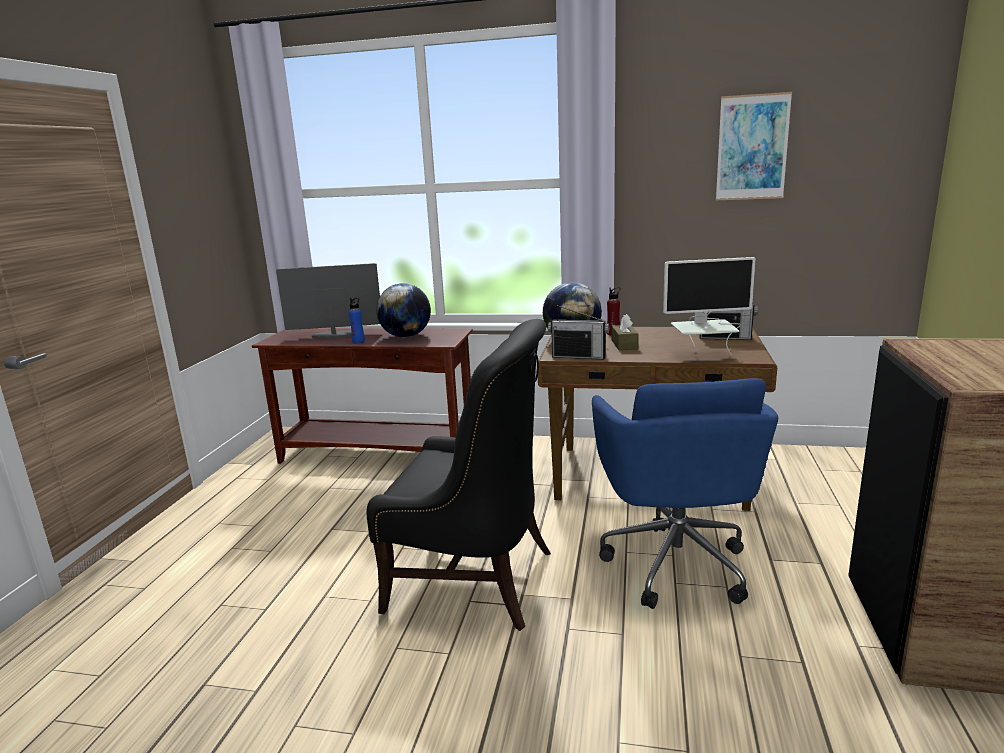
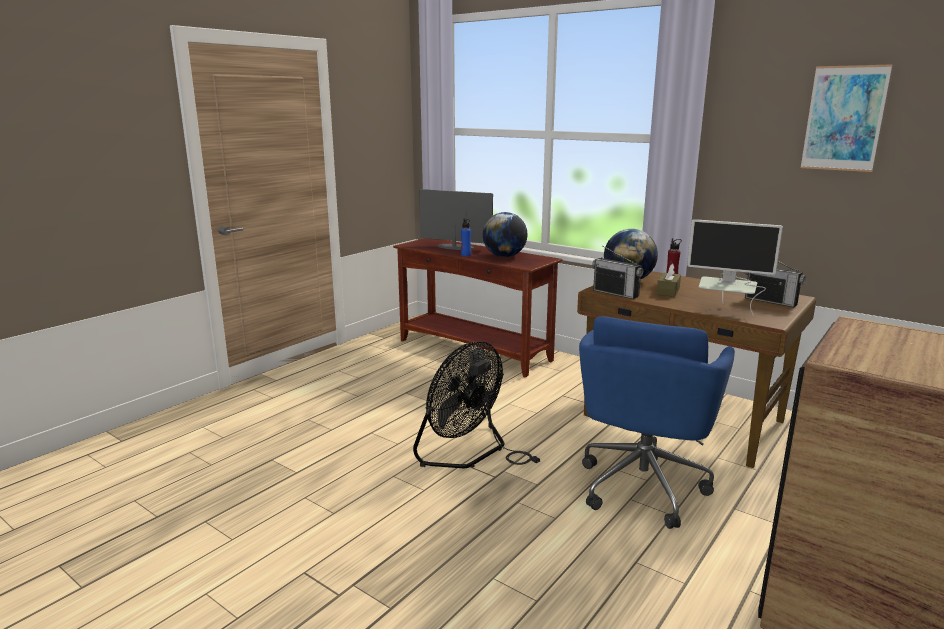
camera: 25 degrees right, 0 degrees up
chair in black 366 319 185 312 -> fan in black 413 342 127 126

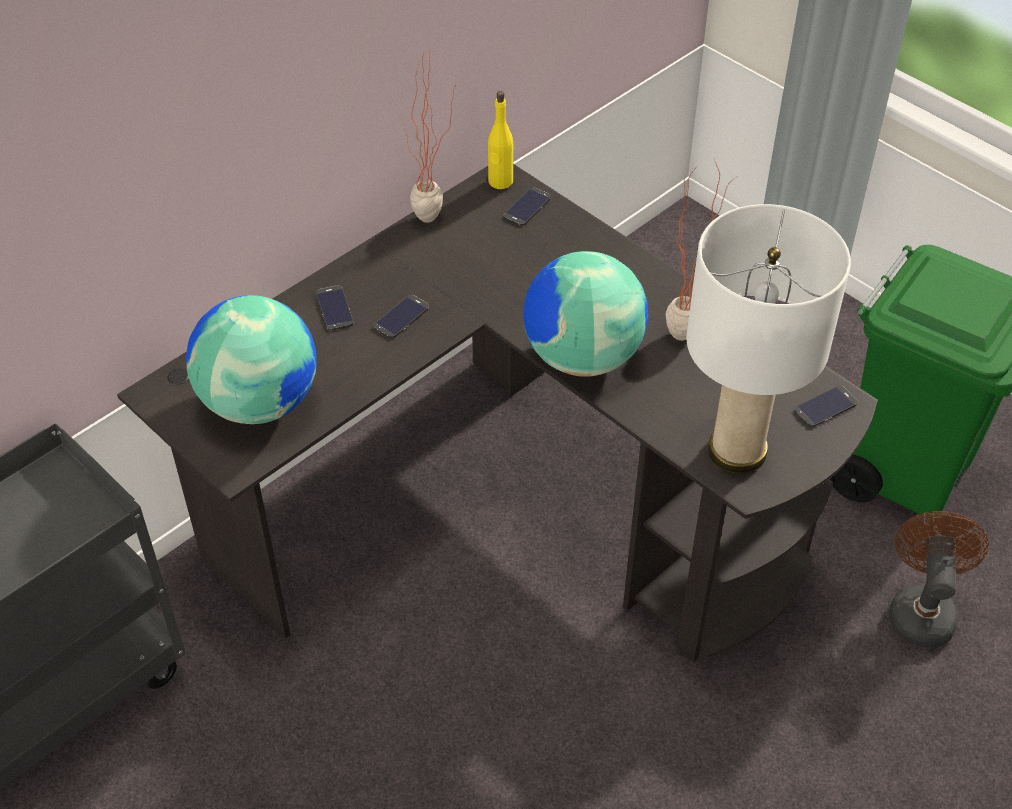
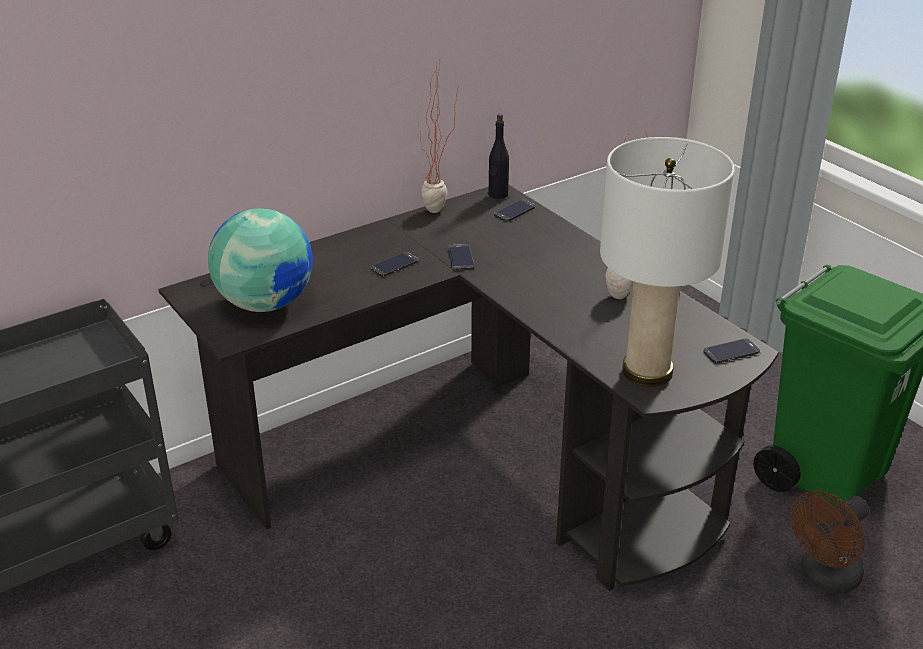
camera: 10 degrees right, 15 degrees down
globe 523 251 125 126 -> none
phone 316 285 38 46 -> phone 448 244 27 26, shifted
bottle in yellow 488 91 25 98 -> bottle in black 489 114 20 85
fan in brown 889 511 100 136 -> fan in brown 790 490 79 104, 150 degrees counterclockwise

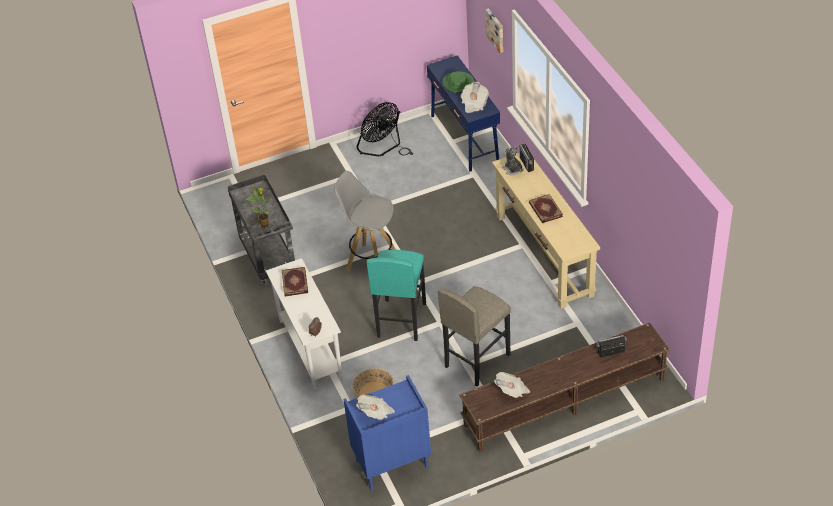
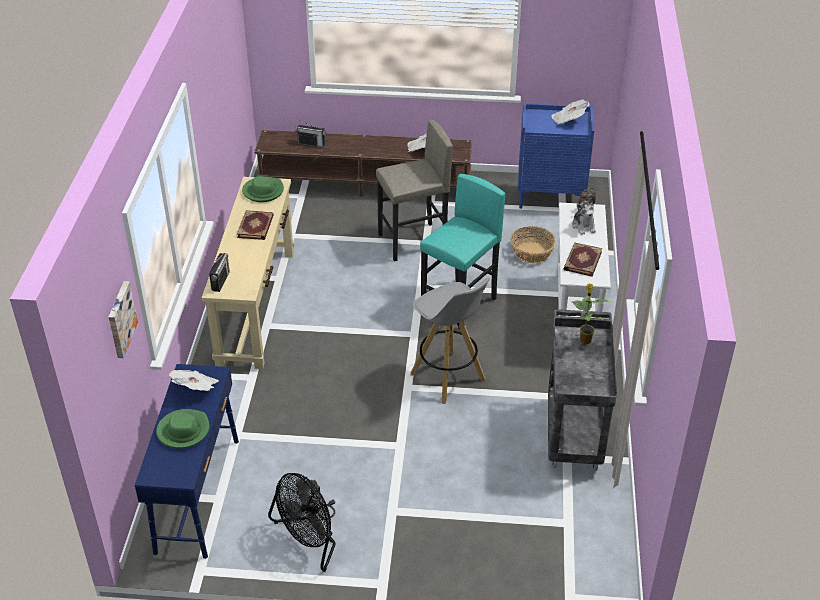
camera: 155 degrees left, 5 degrees down
none -> hat in green 242 176 42 26
plush toy 501 146 23 30 -> plush toy 572 198 24 37, shifted
fan in black 357 102 56 54 -> fan in black 268 473 68 99, 60 degrees clockwise

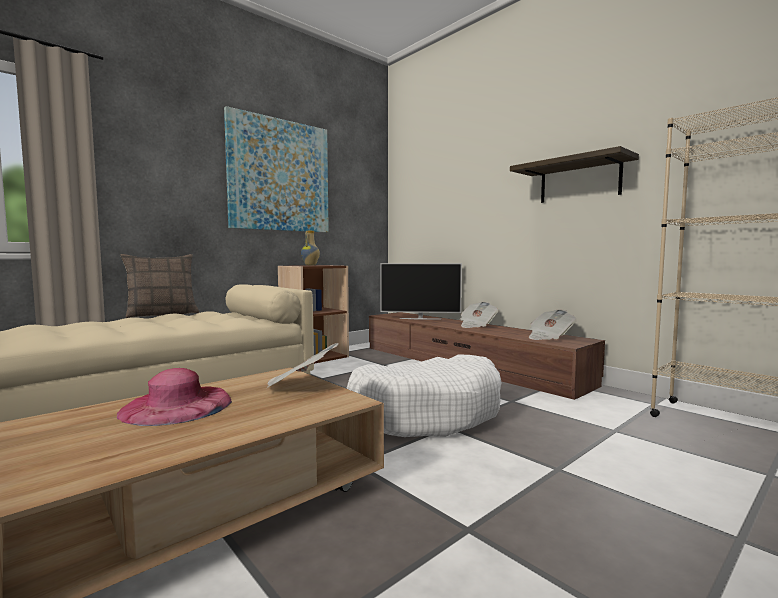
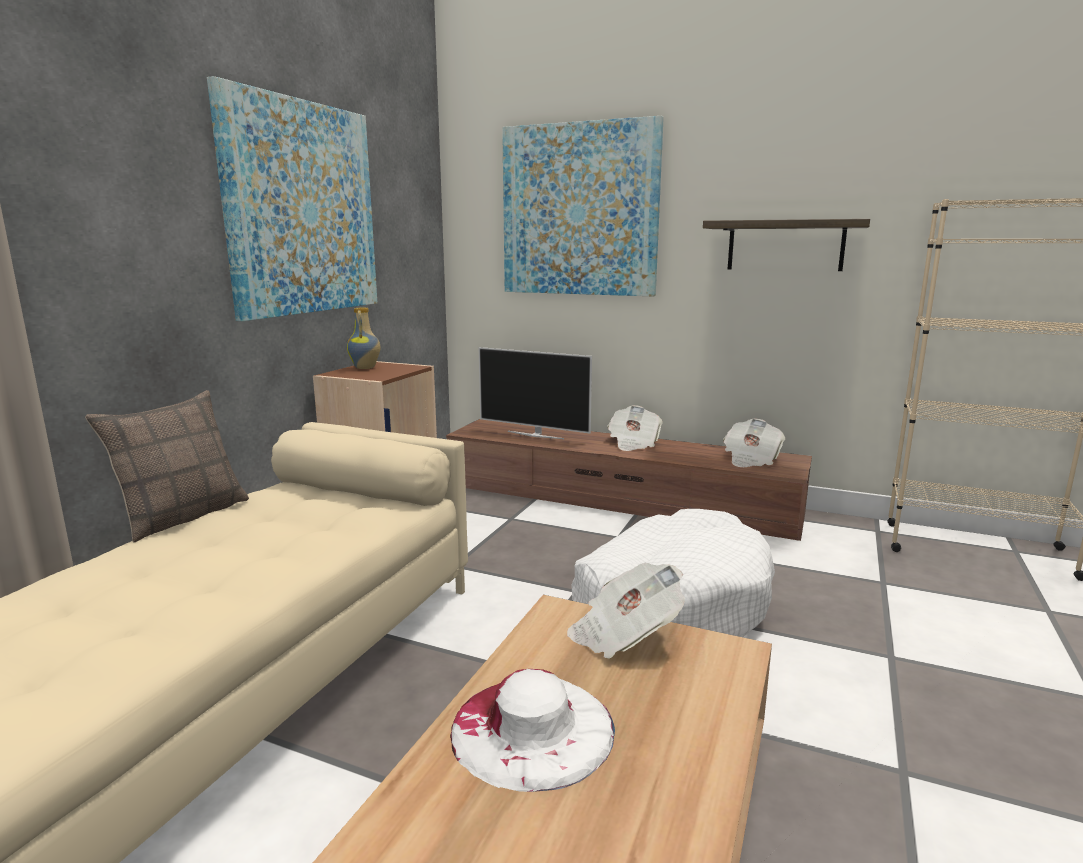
camera: 25 degrees left, 10 degrees up
none -> picture 502 116 162 180
hat in pink 117 368 115 58 -> hat in white 450 669 165 123
television 380 263 82 57 -> television 479 347 113 92, 45 degrees clockwise

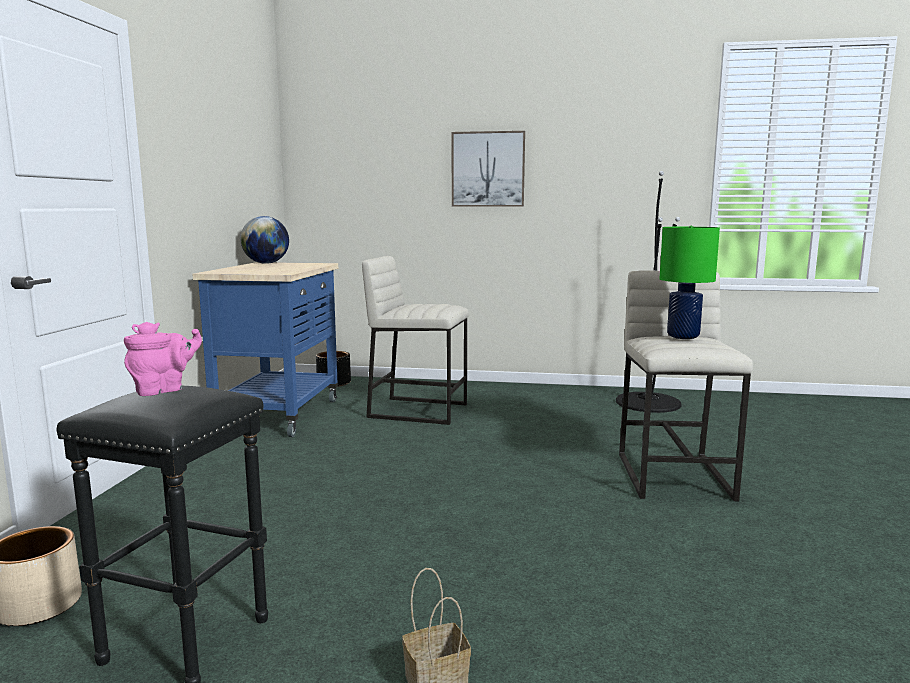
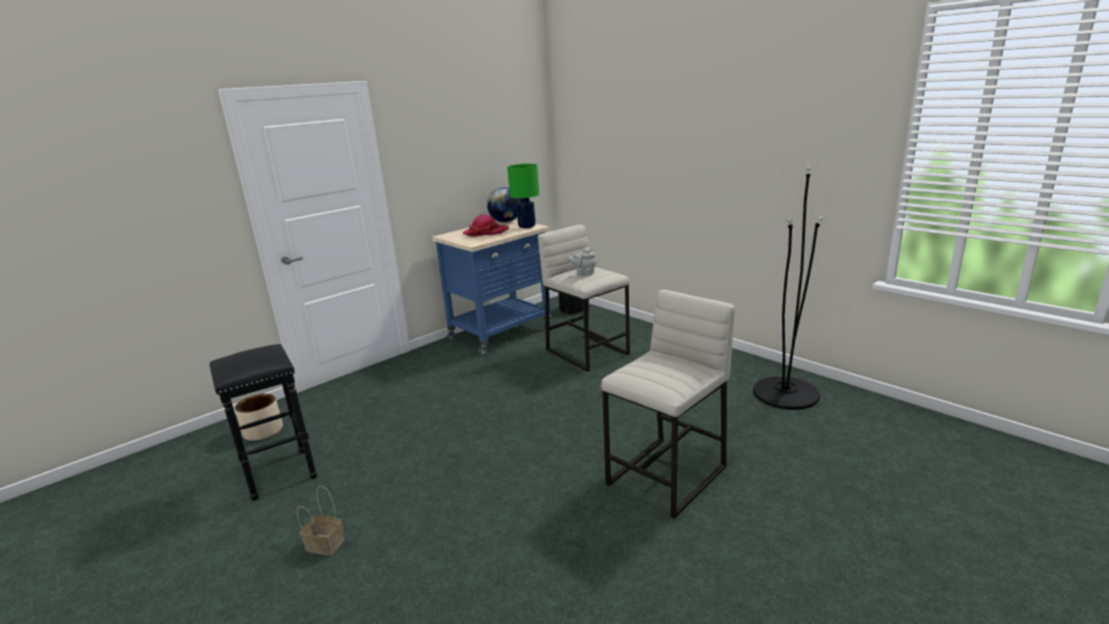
camera: 40 degrees right, 10 degrees up
teapot in pink 124 322 78 74 -> none
picture 452 131 73 76 -> none
none -> hat 463 214 46 23
none -> teapot in grey 568 248 29 28
table lamp in green 660 226 60 113 -> table lamp in green 507 164 32 64, shifted

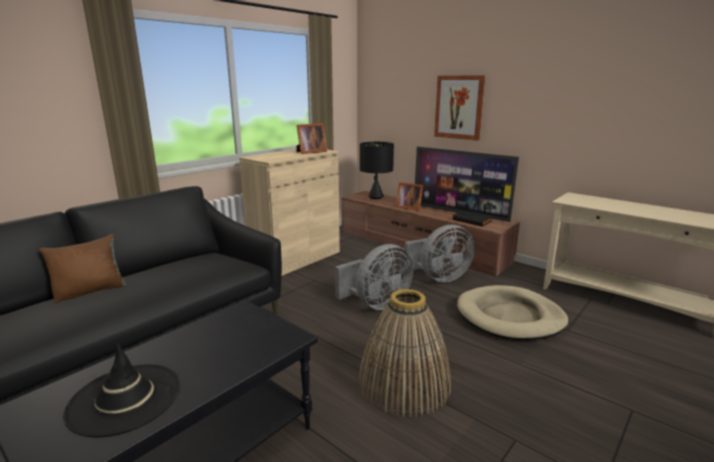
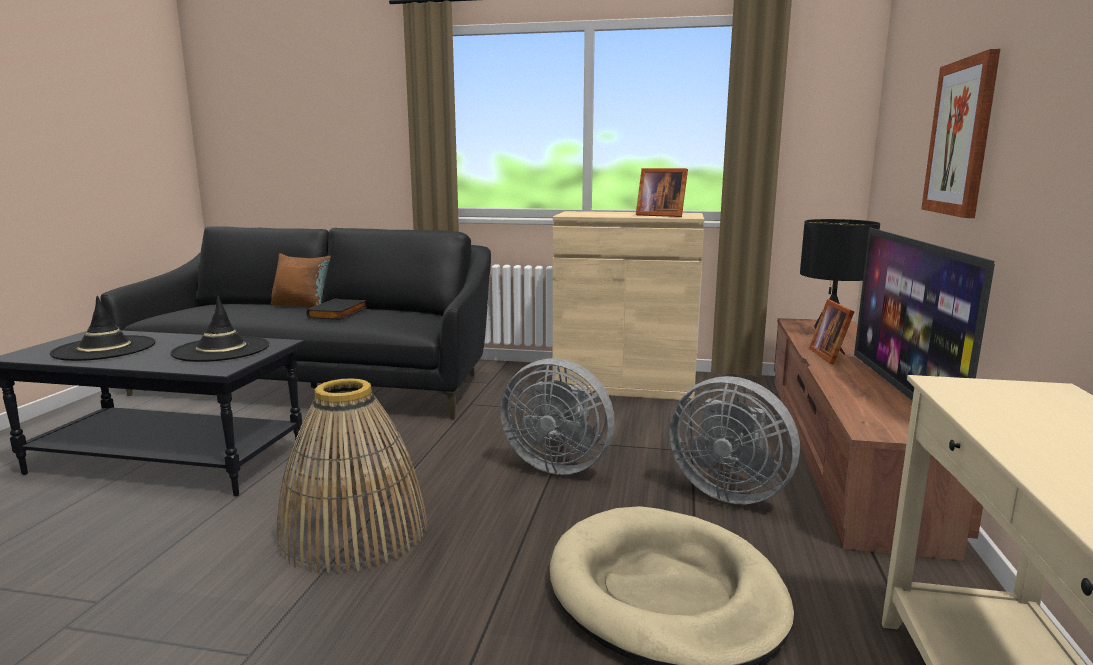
camera: 60 degrees right, 5 degrees down
none -> hat in black 170 296 100 66
book in black 453 211 39 16 -> book in black 307 298 61 22, shifted

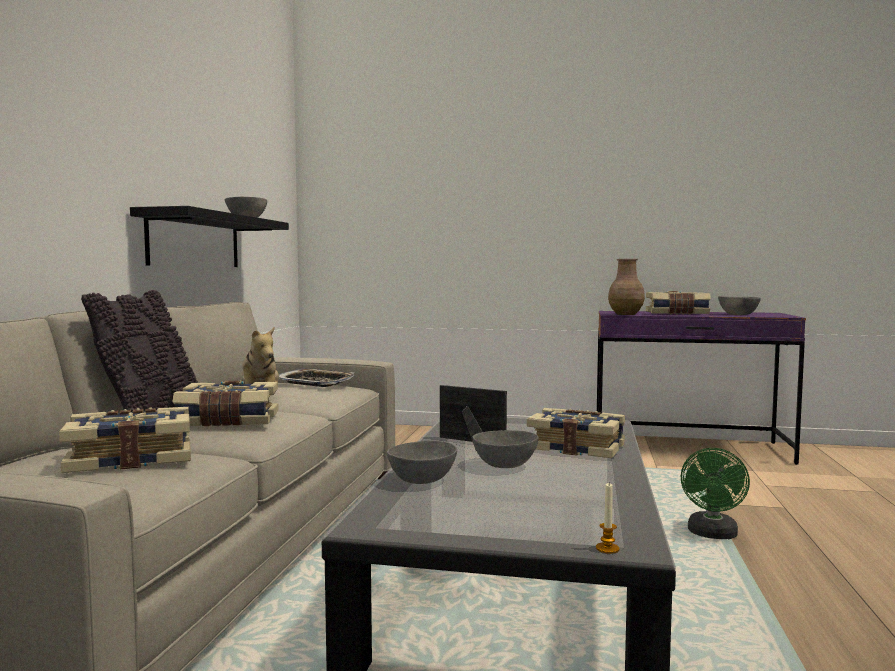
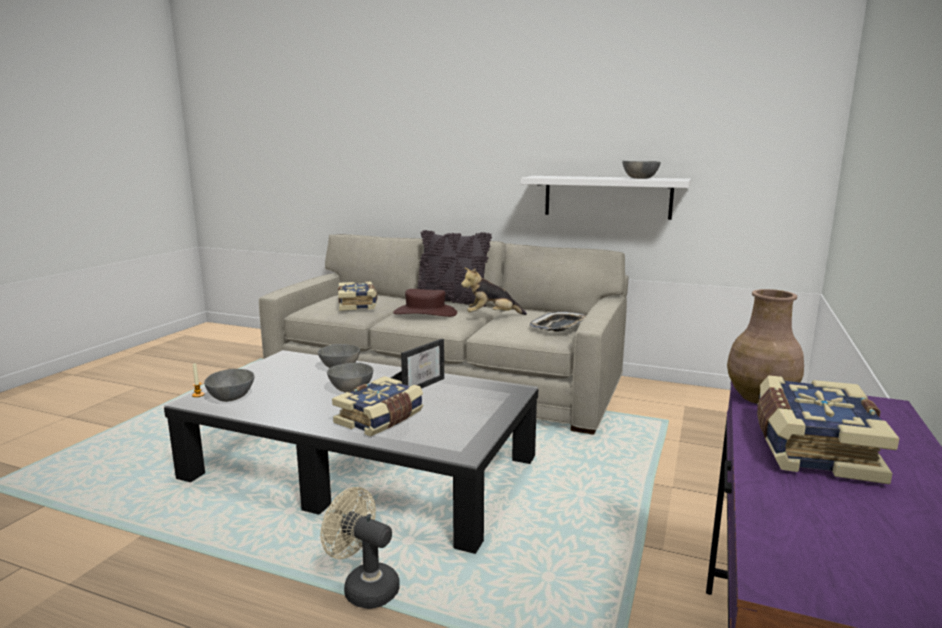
camera: 100 degrees right, 10 degrees up
bowl in grey 718 296 43 19 -> bowl in grey 204 369 51 33, shifted
book 172 381 106 46 -> hat in brown 393 289 64 28
shelf in black 130 206 159 61 -> shelf in white 520 176 171 44
fan in green 681 448 69 91 -> fan in beige 321 487 79 122

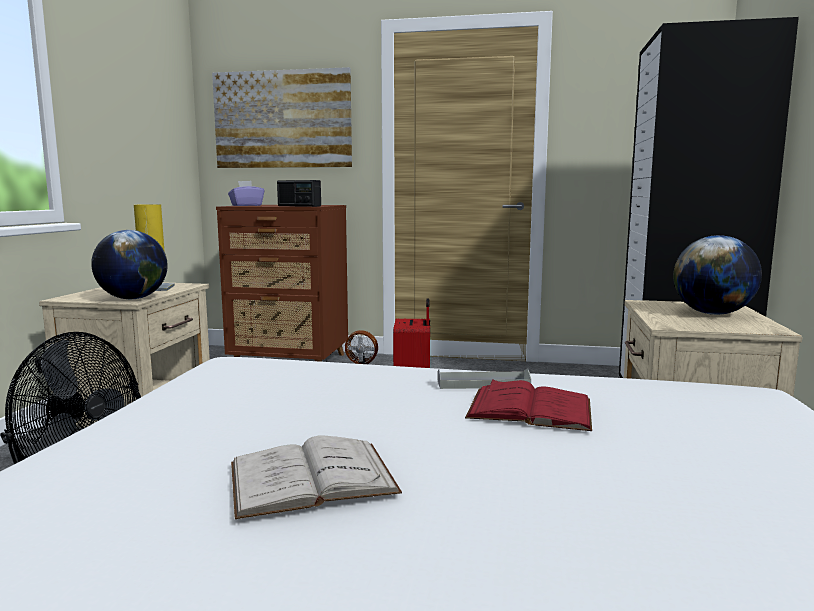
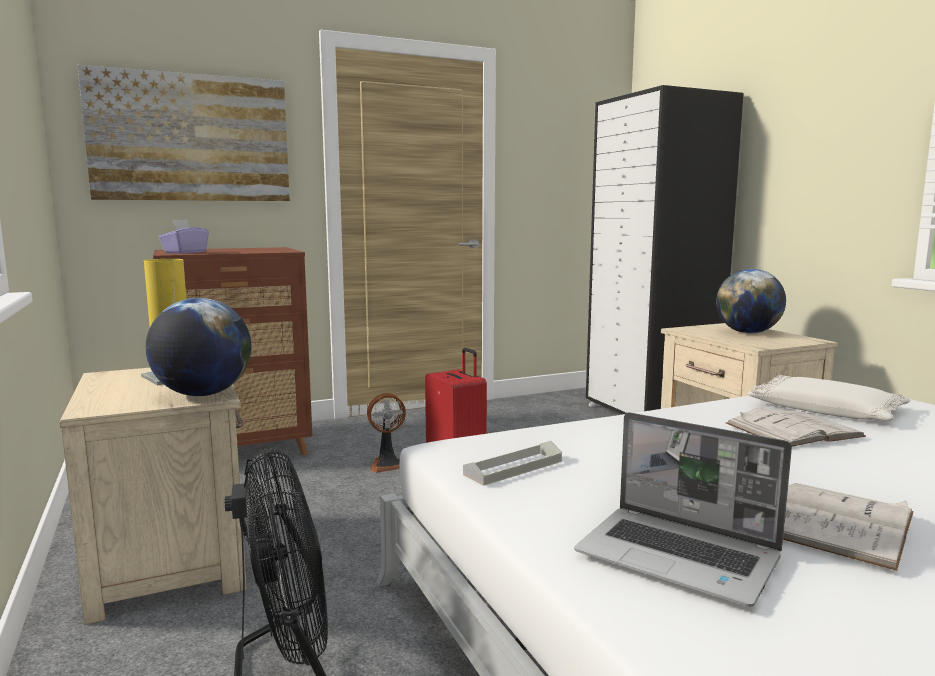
camera: 35 degrees left, 0 degrees up
radio 277 180 44 27 -> none
none -> laptop 575 412 217 195
none -> pillow in white 748 375 163 46
tray in grey 438 368 93 21 -> tray in grey 463 441 99 45, shifted
book in red 465 379 127 52 -> book in white 726 408 140 39

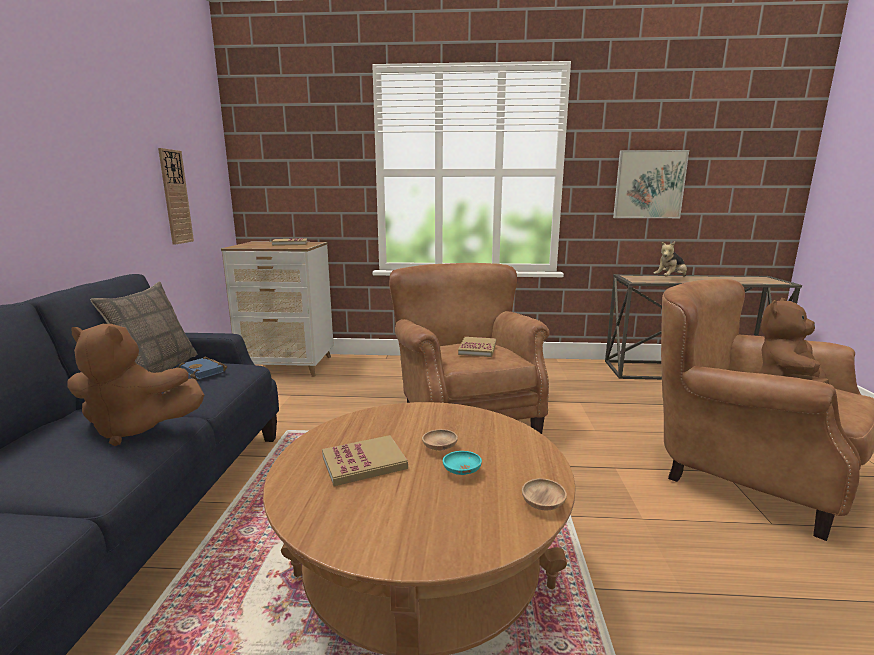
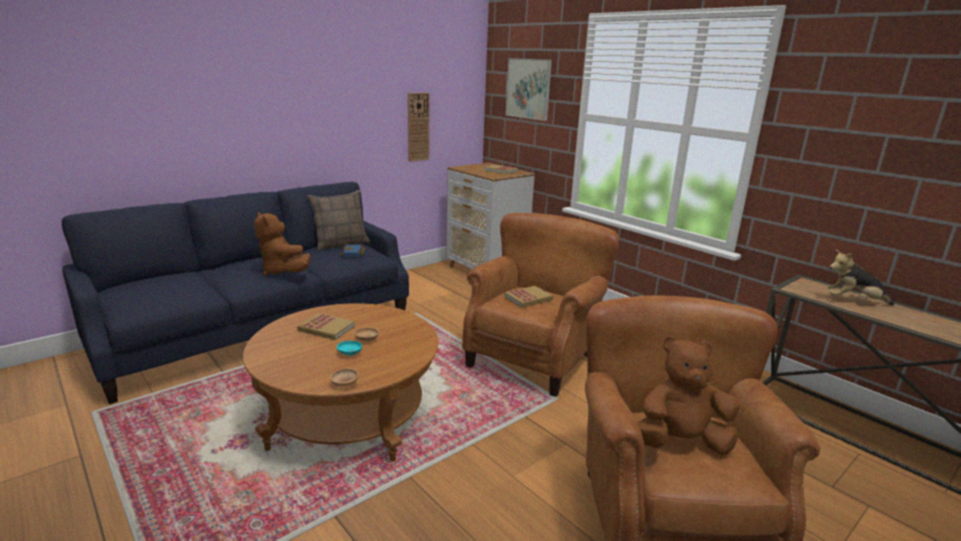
camera: 45 degrees right, 5 degrees up
picture 613 150 76 68 -> picture 506 58 46 63, shifted

